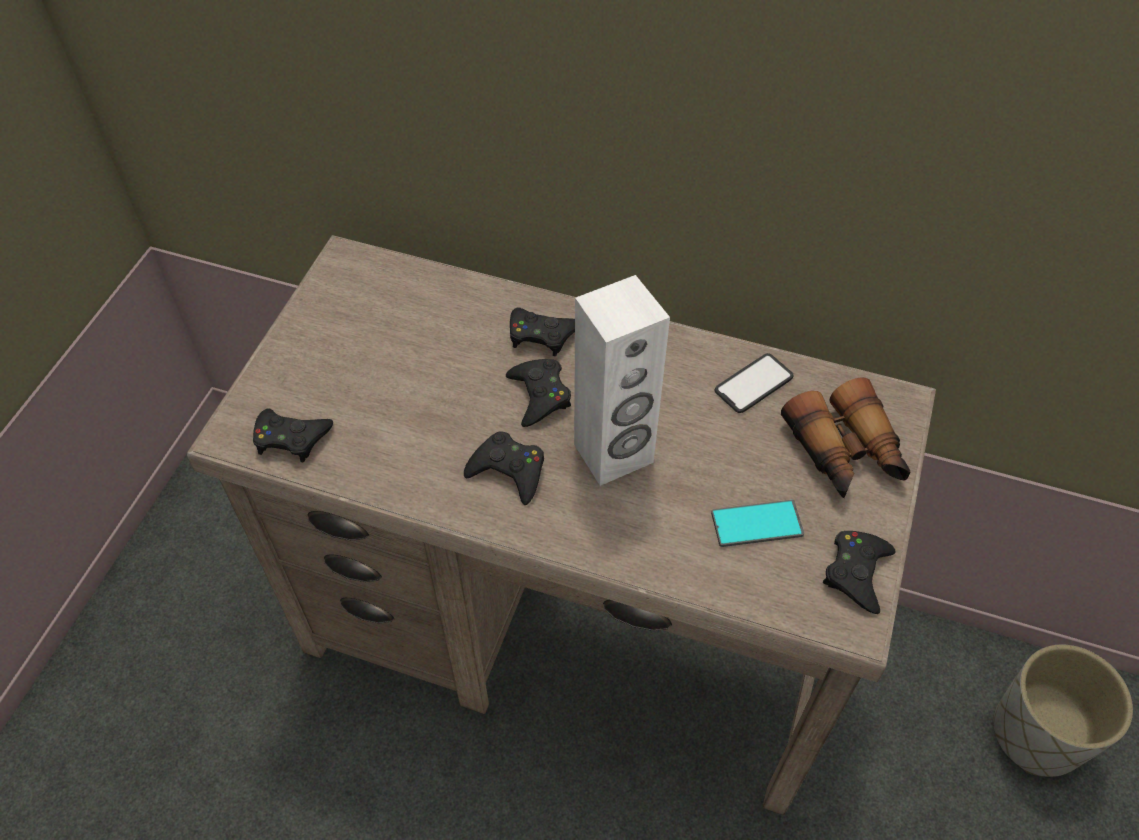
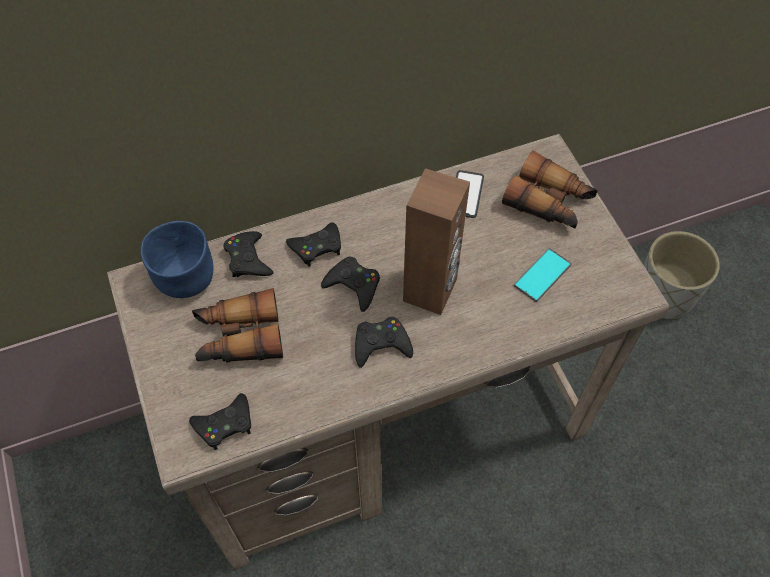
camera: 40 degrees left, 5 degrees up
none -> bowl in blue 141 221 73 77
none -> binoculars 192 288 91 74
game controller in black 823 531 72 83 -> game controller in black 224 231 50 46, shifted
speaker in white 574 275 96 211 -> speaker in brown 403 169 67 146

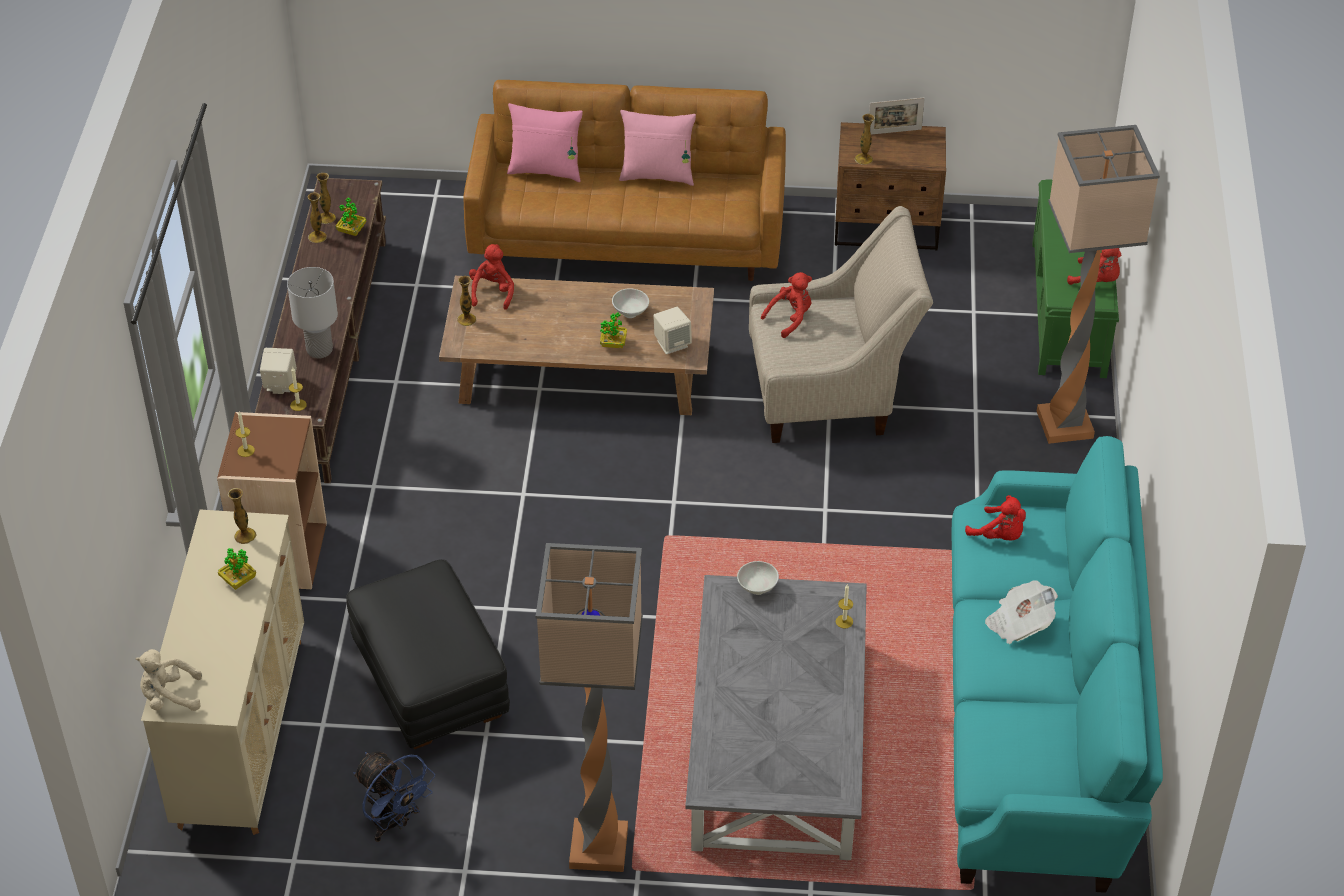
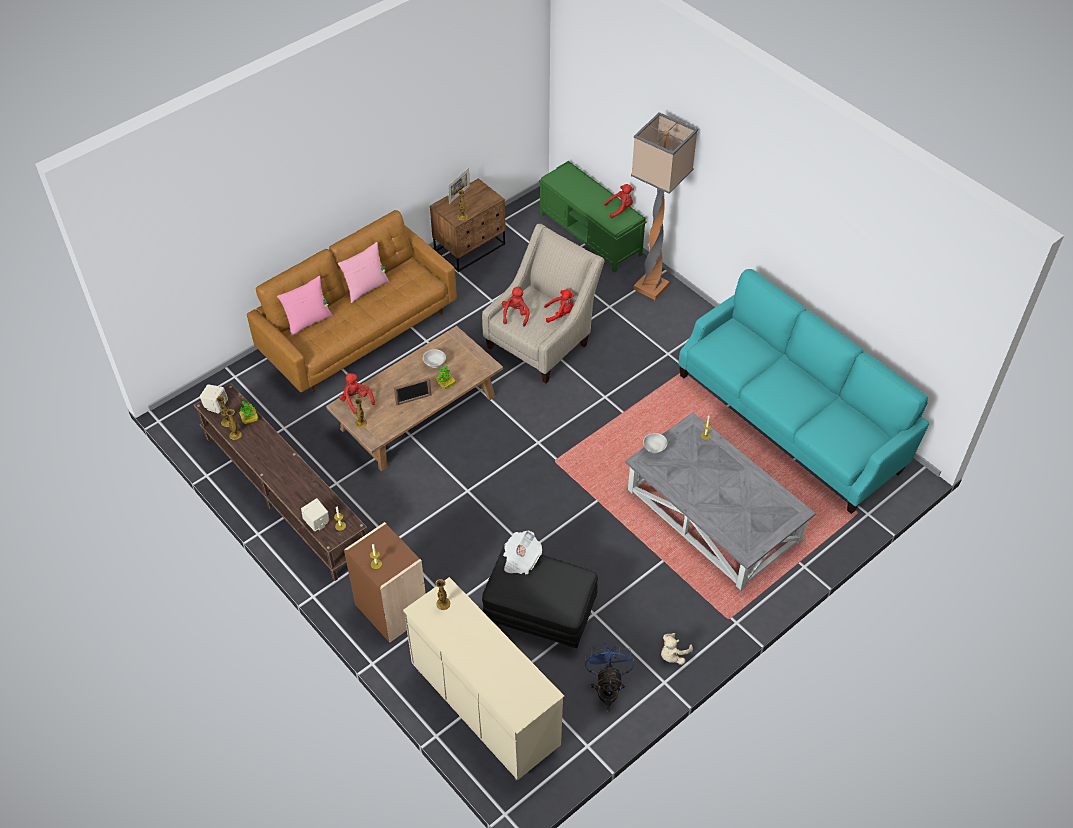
camera: 45 degrees left, 5 degrees up
potted plant 218 548 38 42 -> none
table lamp in grey 287 267 51 92 -> none
floor lamp 536 543 107 329 -> none
none -> picture frame 394 377 38 29
plush toy in beige 135 649 67 62 -> plush toy in beige 661 633 32 32, shifted
speaker in beige 653 307 39 48 -> speaker in beige 200 384 28 30, shifted
plush toy in red 965 495 61 46 -> plush toy in red 544 290 30 33, shifted
newspaper 985 580 73 64 -> newspaper 503 531 39 43, shifted
fan in blue 353 751 82 91 -> fan in blue 585 643 49 69, 90 degrees counterclockwise

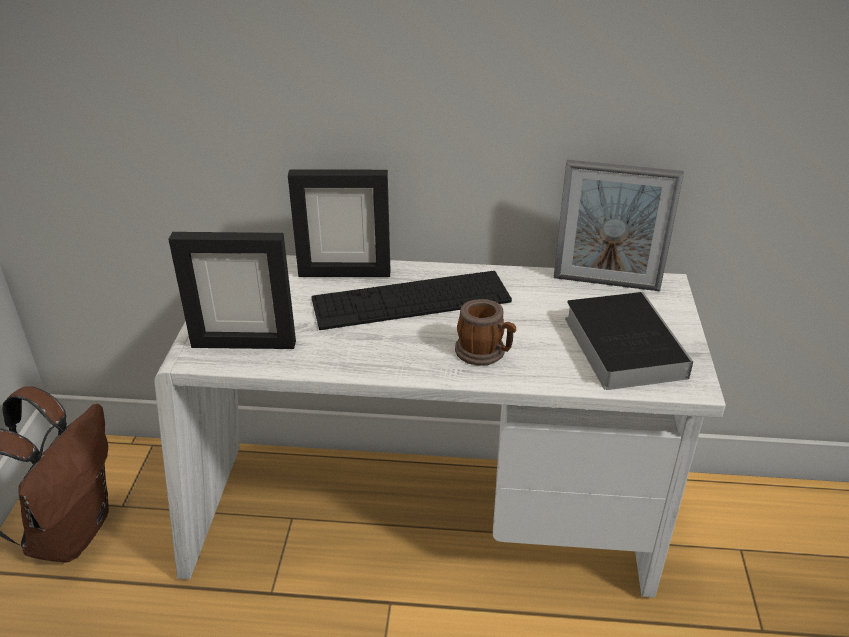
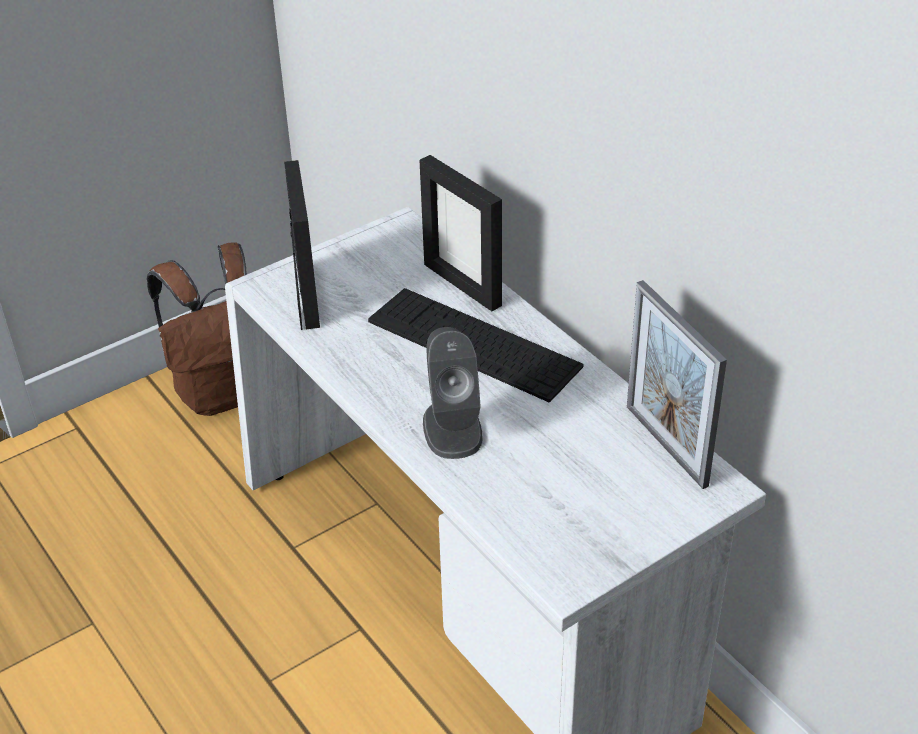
camera: 50 degrees right, 5 degrees up
book 565 292 128 98 -> none
mug 455 299 61 67 -> speaker in grey 423 327 60 132
picture frame 168 232 128 117 -> picture frame 284 160 36 170, 150 degrees counterclockwise

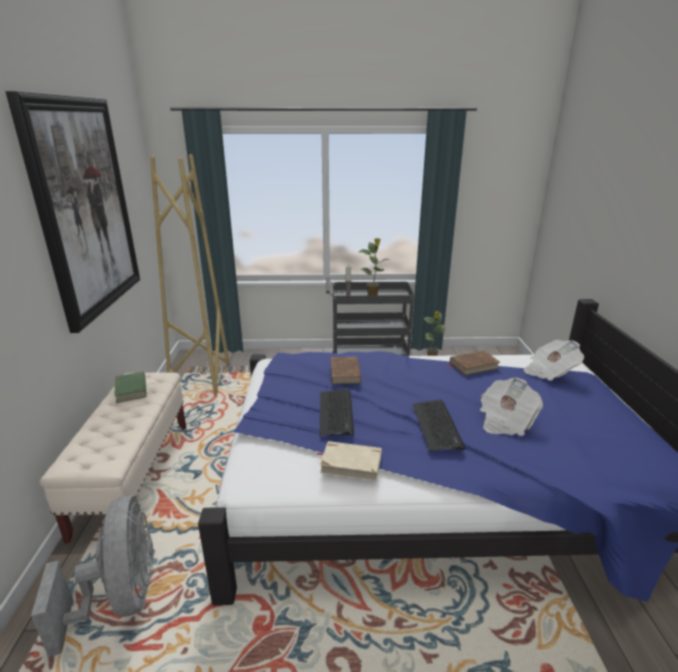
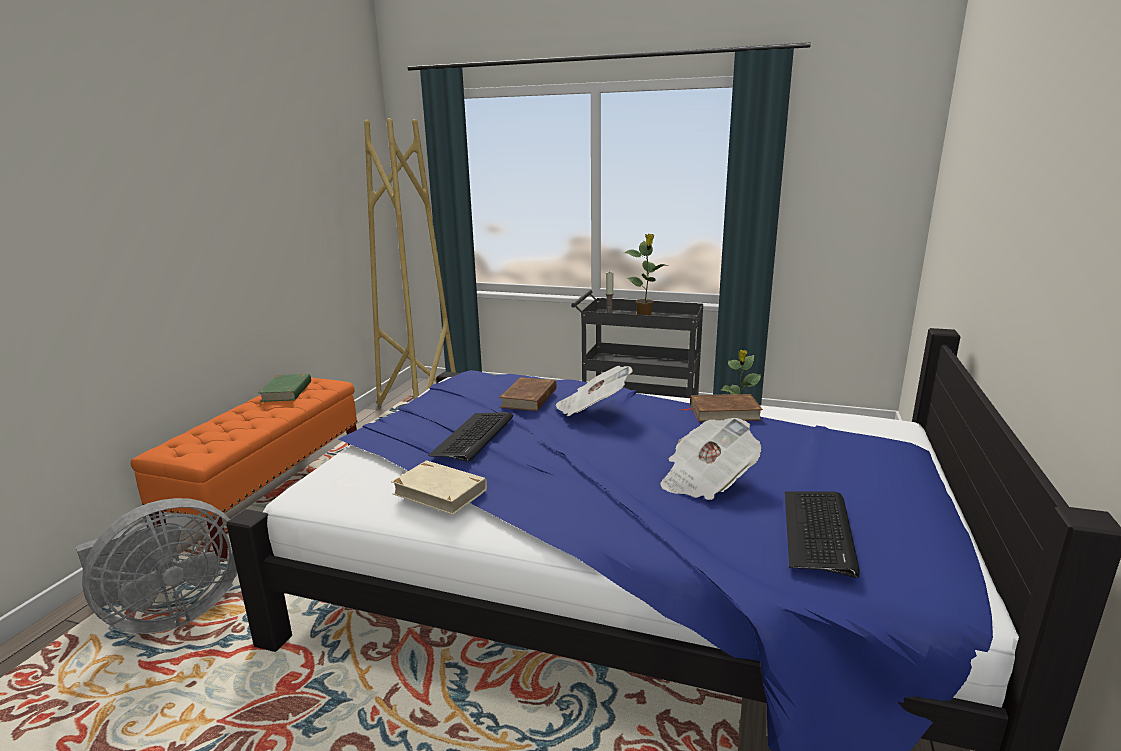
camera: 20 degrees right, 5 degrees down
picture 6 91 134 242 -> none
keyboard 412 400 53 51 -> keyboard 785 491 75 87, shifted
newspaper 524 340 60 41 -> newspaper 555 366 78 50, shifted
bench in beige 40 372 146 171 -> bench in orange 131 378 226 184
fan in grey 31 496 122 161 -> fan in grey 75 498 162 136, 45 degrees clockwise

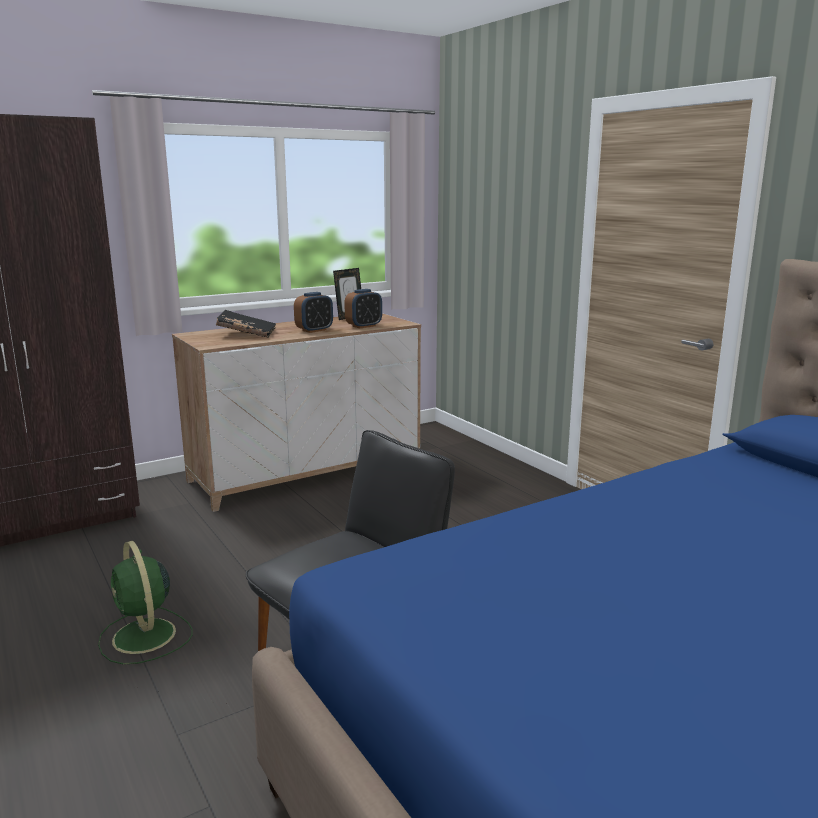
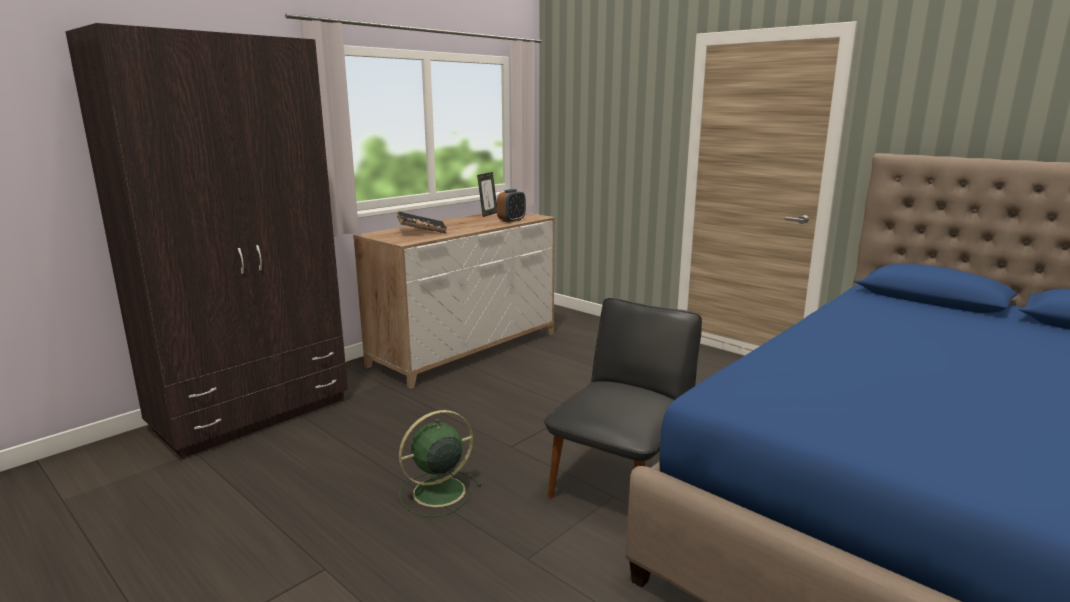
camera: 15 degrees left, 0 degrees up
alarm clock 294 292 39 41 -> none
fan in green 98 541 95 124 -> fan in green 399 410 83 107, 105 degrees clockwise

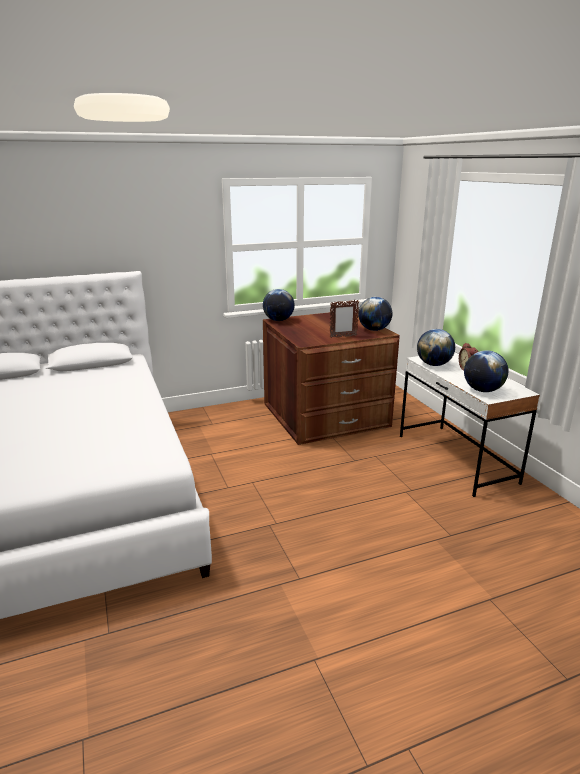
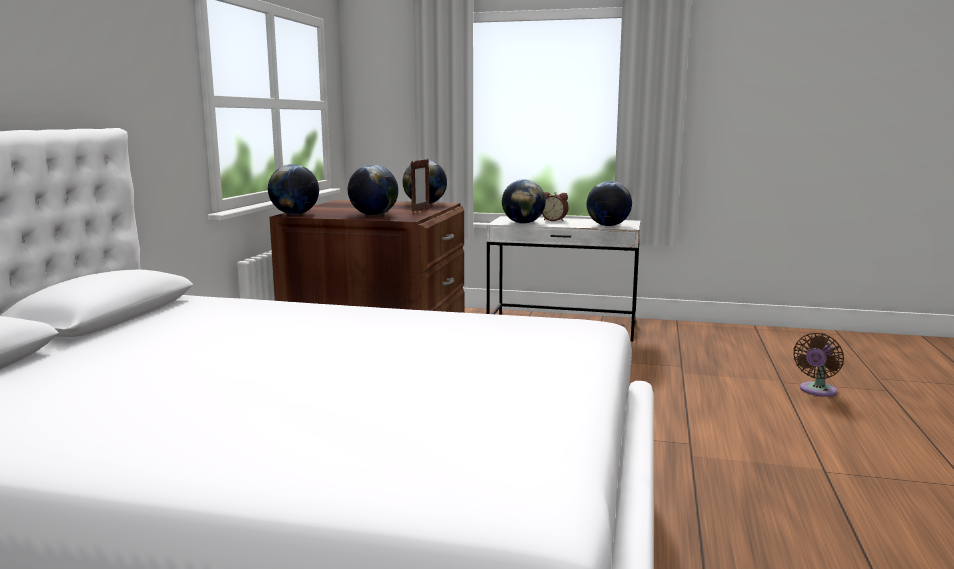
camera: 55 degrees left, 10 degrees down
none -> globe 348 165 50 50
none -> fan in brown 793 333 51 64

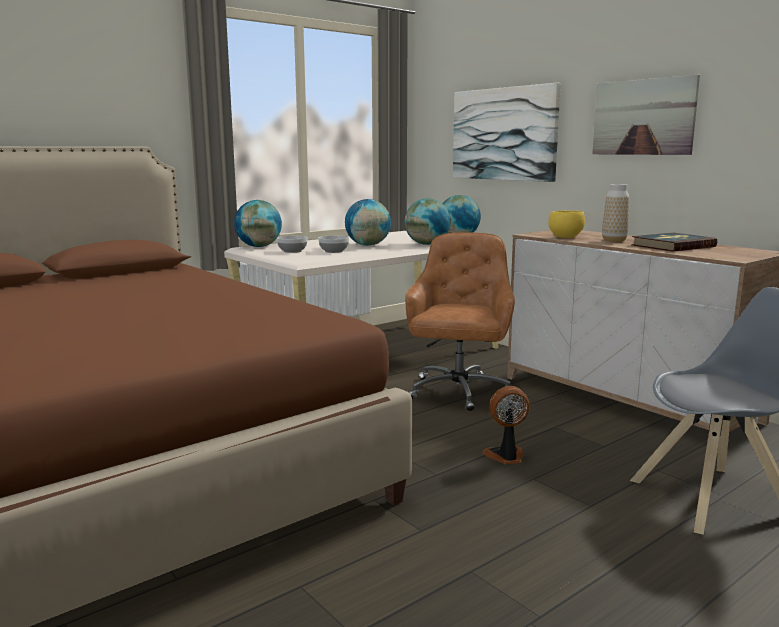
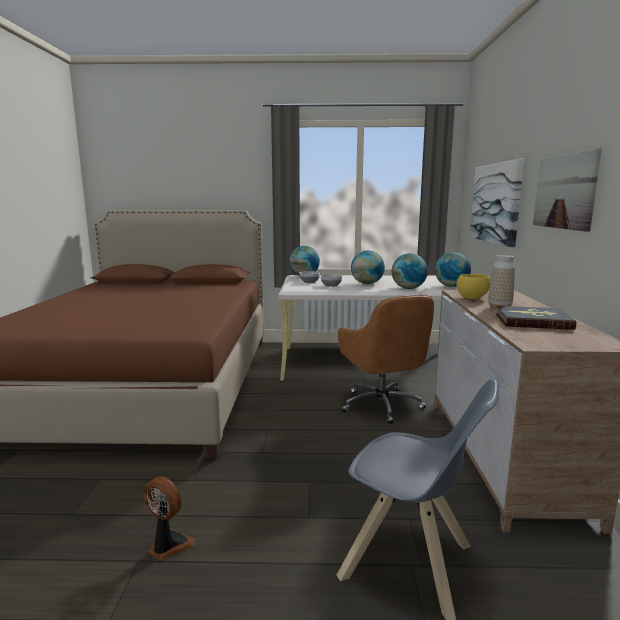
camera: 40 degrees right, 0 degrees up
fan 483 386 47 78 -> fan 143 477 52 83, shifted
office chair in brown 405 232 110 179 -> office chair in brown 338 295 96 129, 105 degrees clockwise

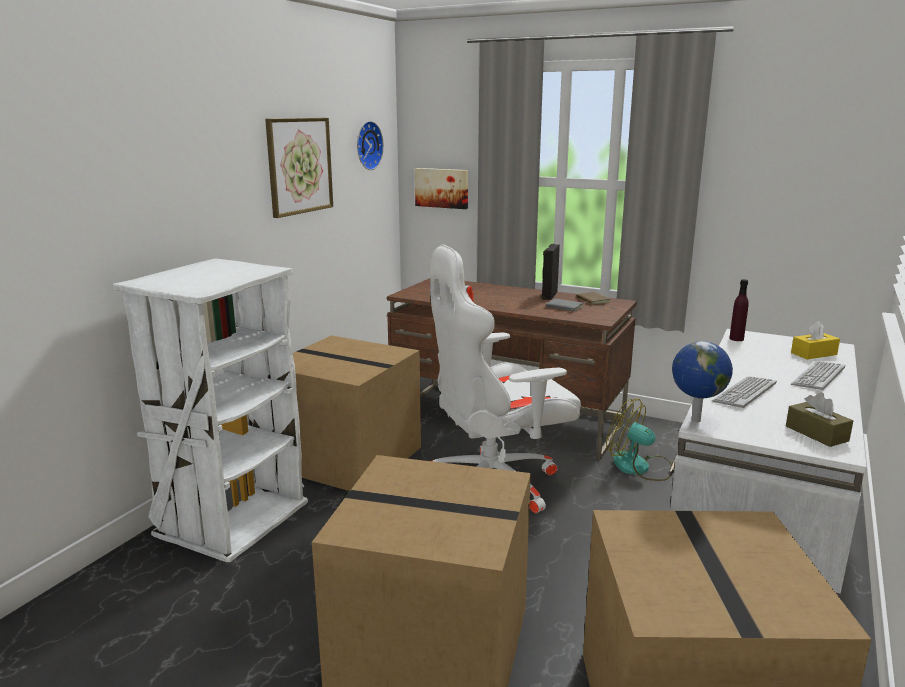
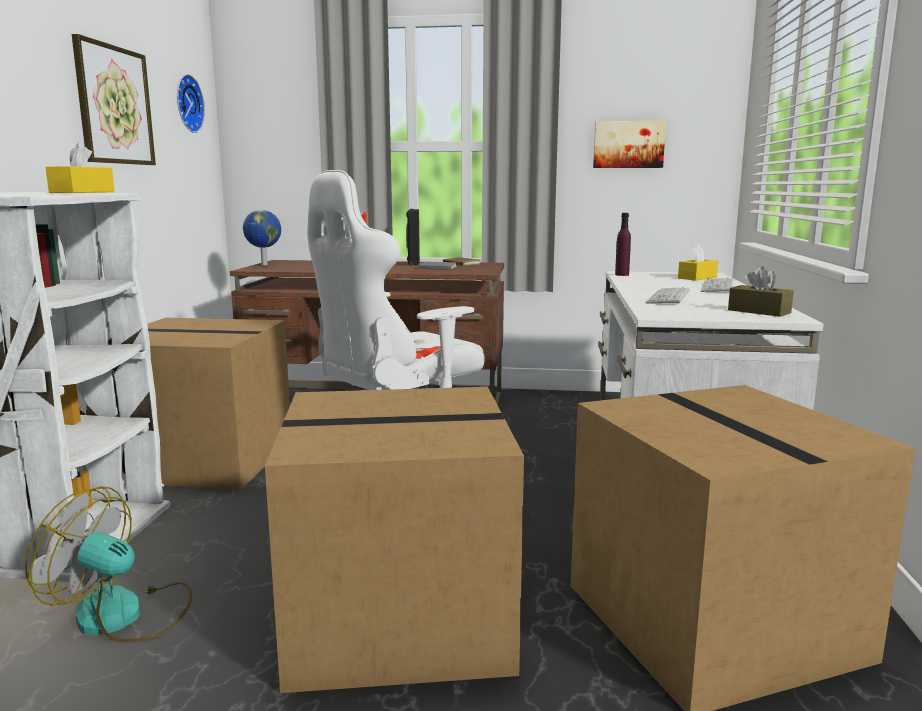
camera: 20 degrees left, 5 degrees down
none -> tissue box in yellow 46 142 69 51
picture 415 168 53 41 -> picture 593 121 73 47, shifted
fan 606 399 67 82 -> fan 25 486 167 156, shifted
globe 672 341 61 81 -> globe 243 210 38 55, shifted

